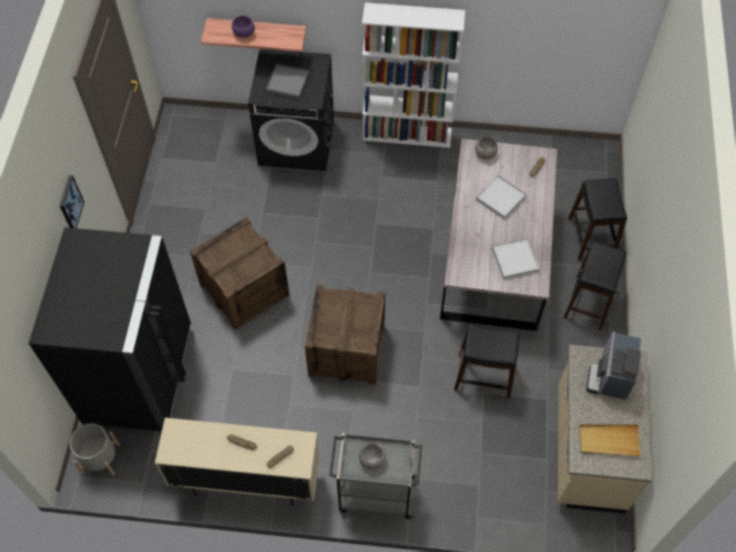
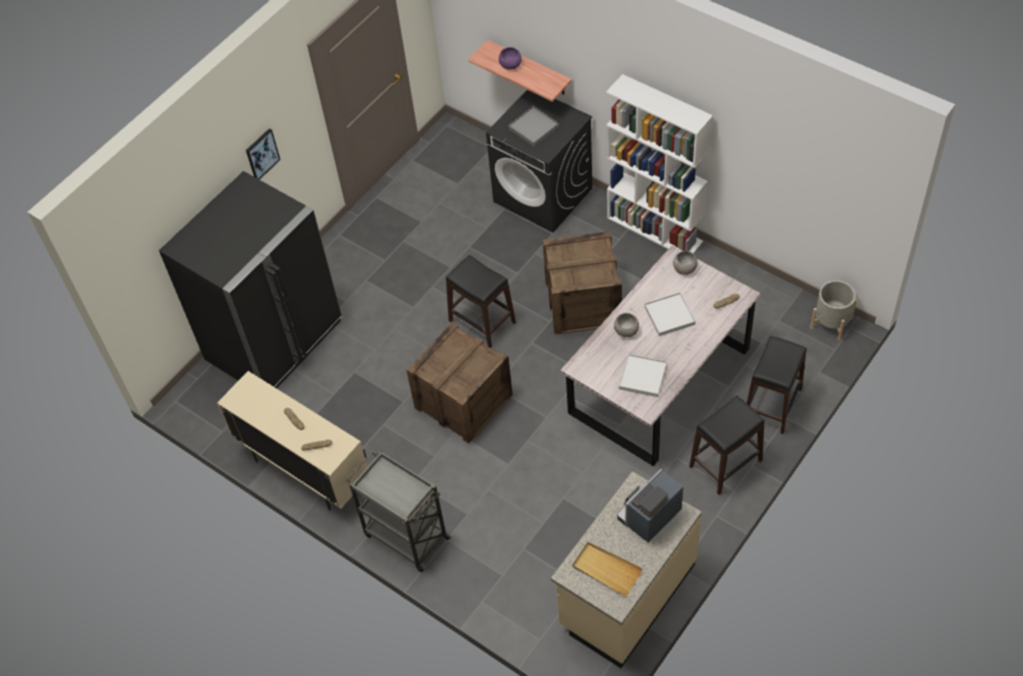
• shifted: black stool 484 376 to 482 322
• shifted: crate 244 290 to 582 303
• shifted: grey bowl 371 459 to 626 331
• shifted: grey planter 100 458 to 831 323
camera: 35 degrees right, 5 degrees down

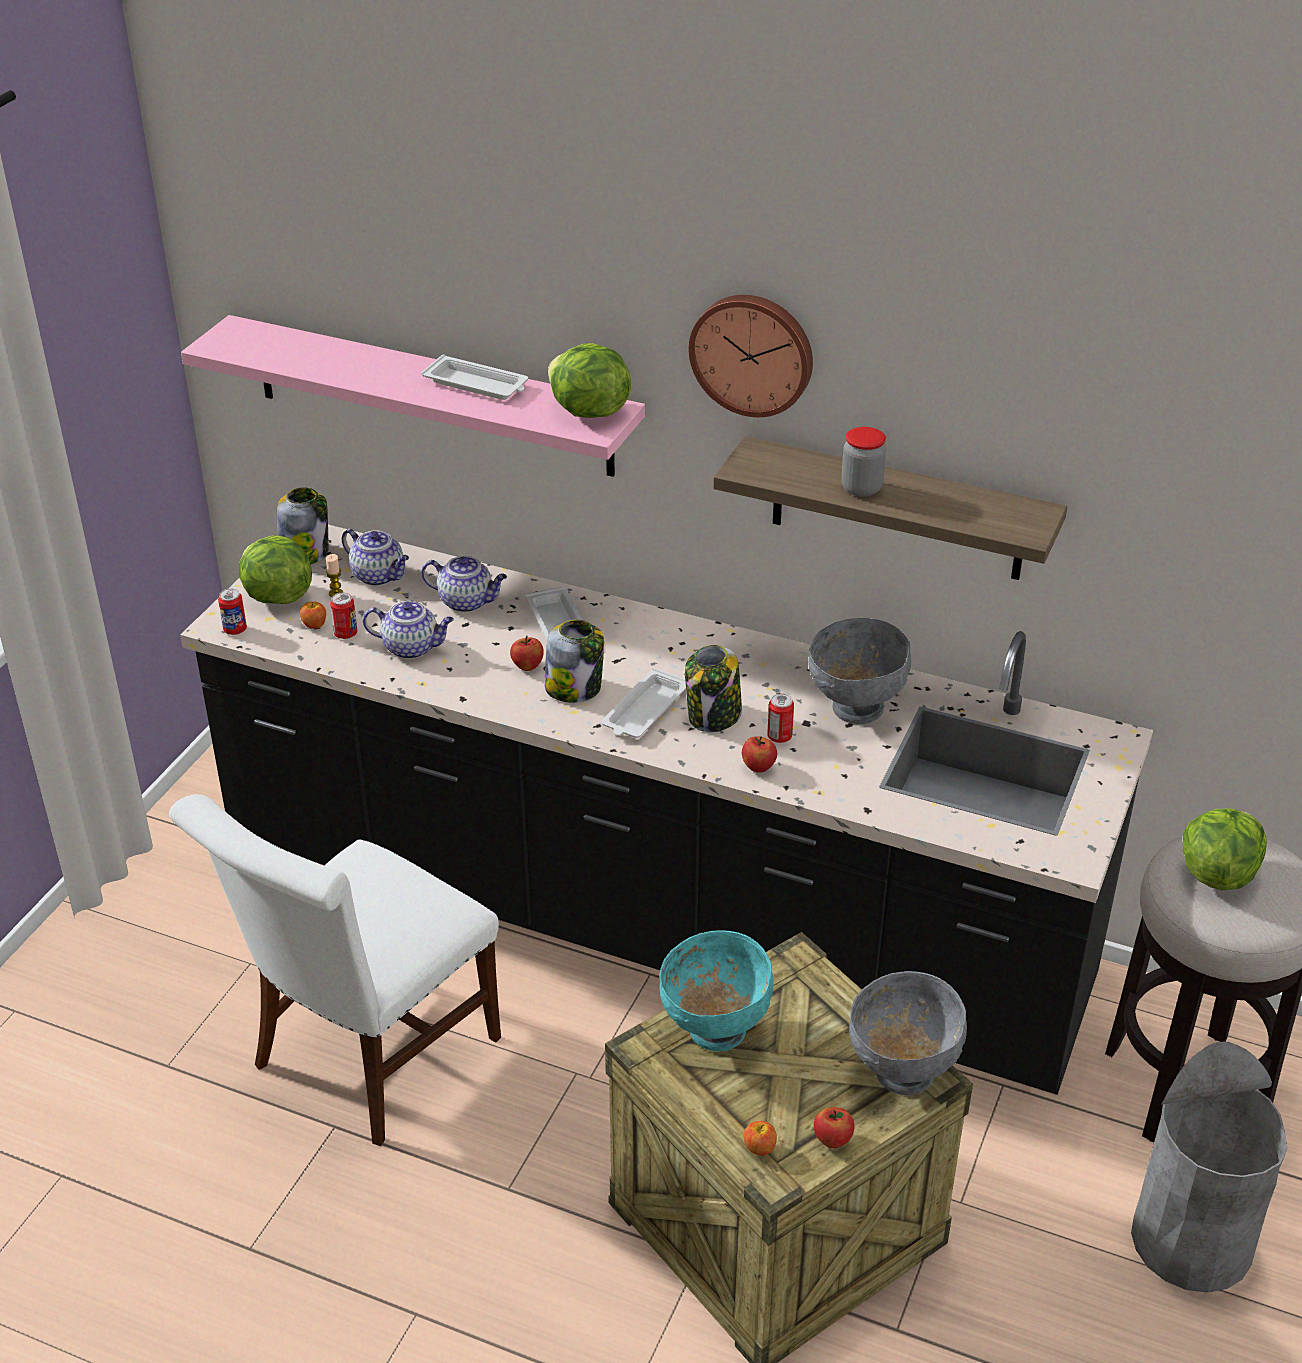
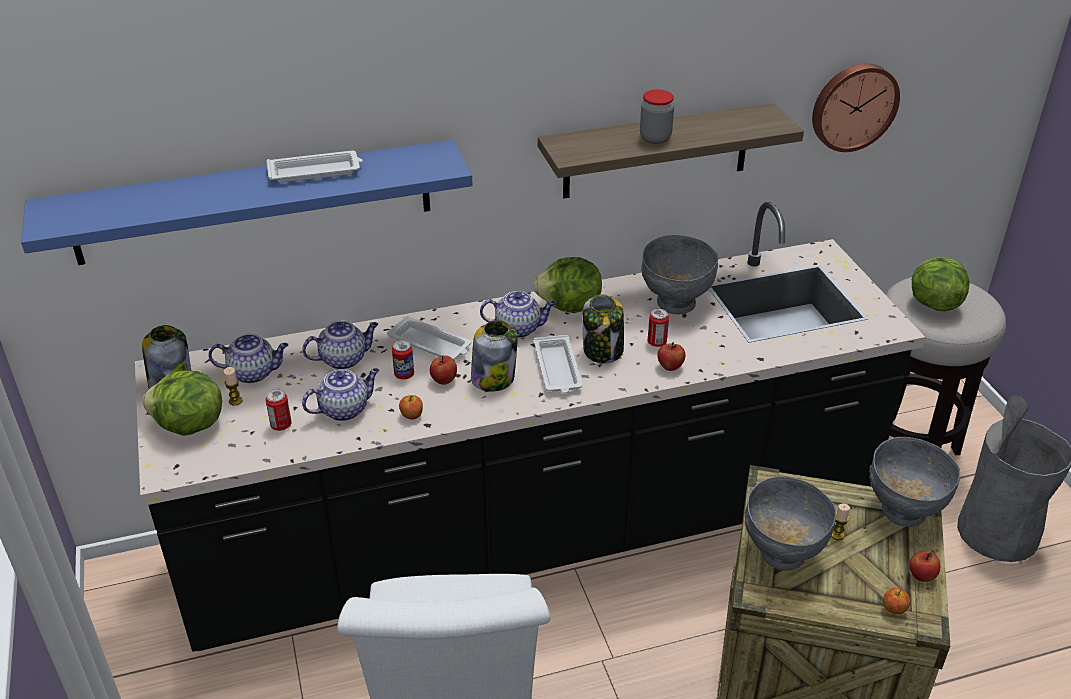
• repainted: pink shelf 432 396 to blue shelf 254 202
• shifted: can 235 630 to 404 375
• shifted: apple 314 624 to 411 415
• new: teapot 519 328
• shifted: lettuce 588 412 to 569 307
• repainted: turquoise bowl 715 1030 to grey bowl 781 554
• shifted: wall clock 753 353 to 853 106
• new: candle 837 535
camera: 40 degrees left, 0 degrees up

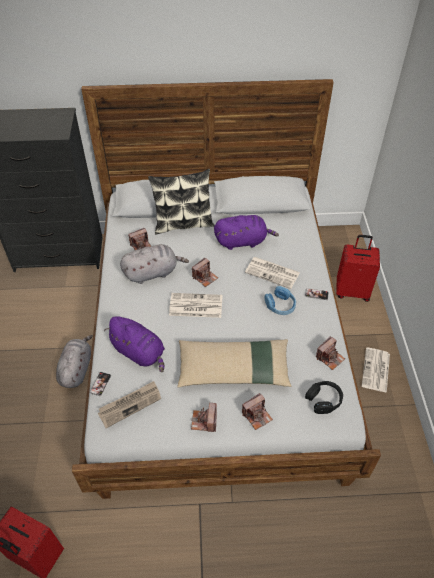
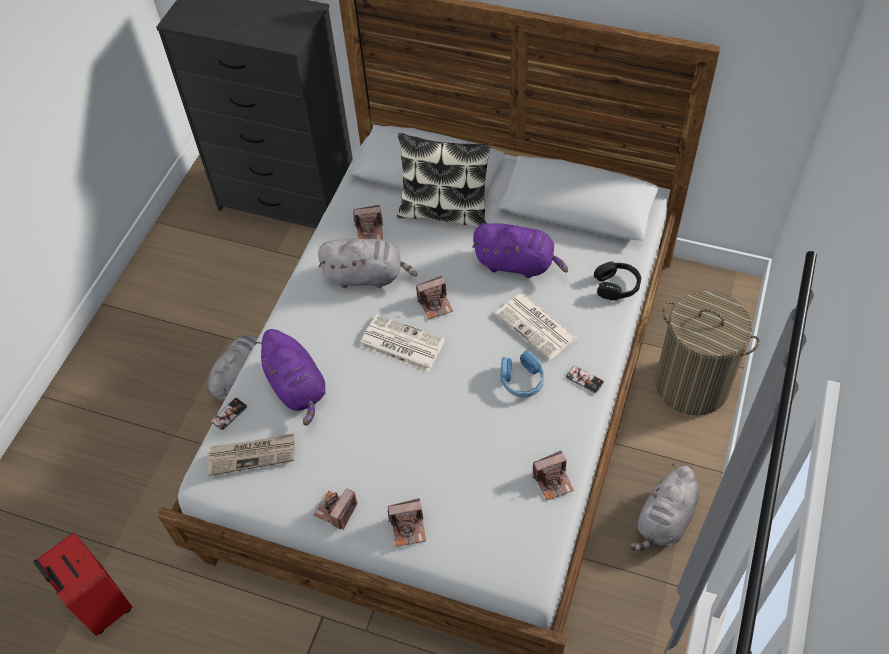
• shifted: black headphones 324 400 to 617 286
• swapped: newspaper 376 370 to grey plush toy 664 521
• swapped: red suitcase 352 291 to laundry basket 692 384
• gone: beige pillow 234 369
camera: 25 degrees right, 5 degrees up

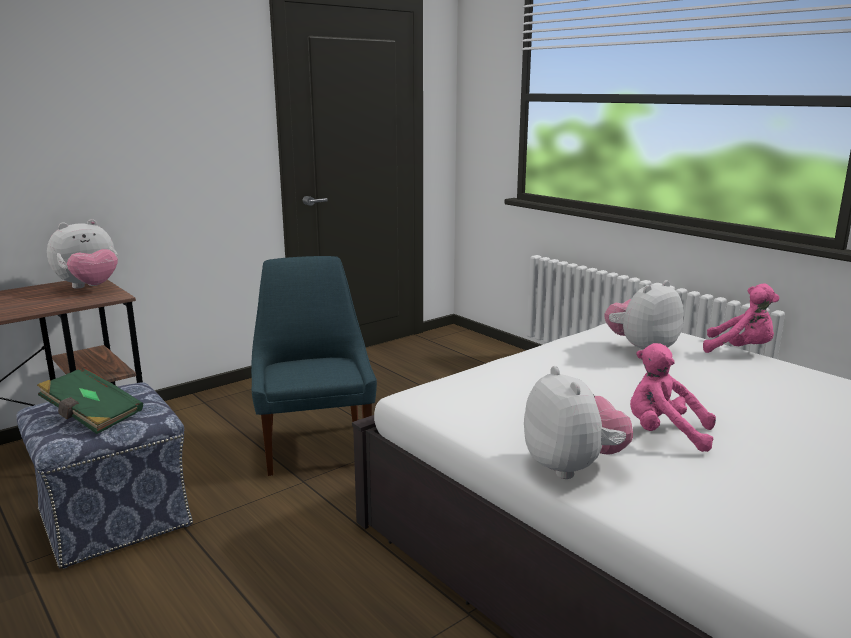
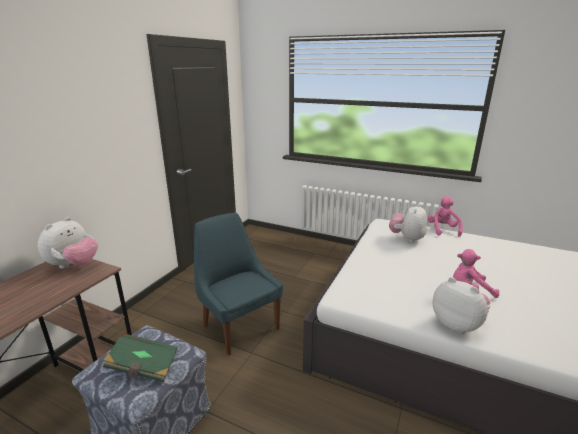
• rotated: pink plush toy 740 350 = 442 230 90 degrees counterclockwise
camera: 25 degrees left, 5 degrees up

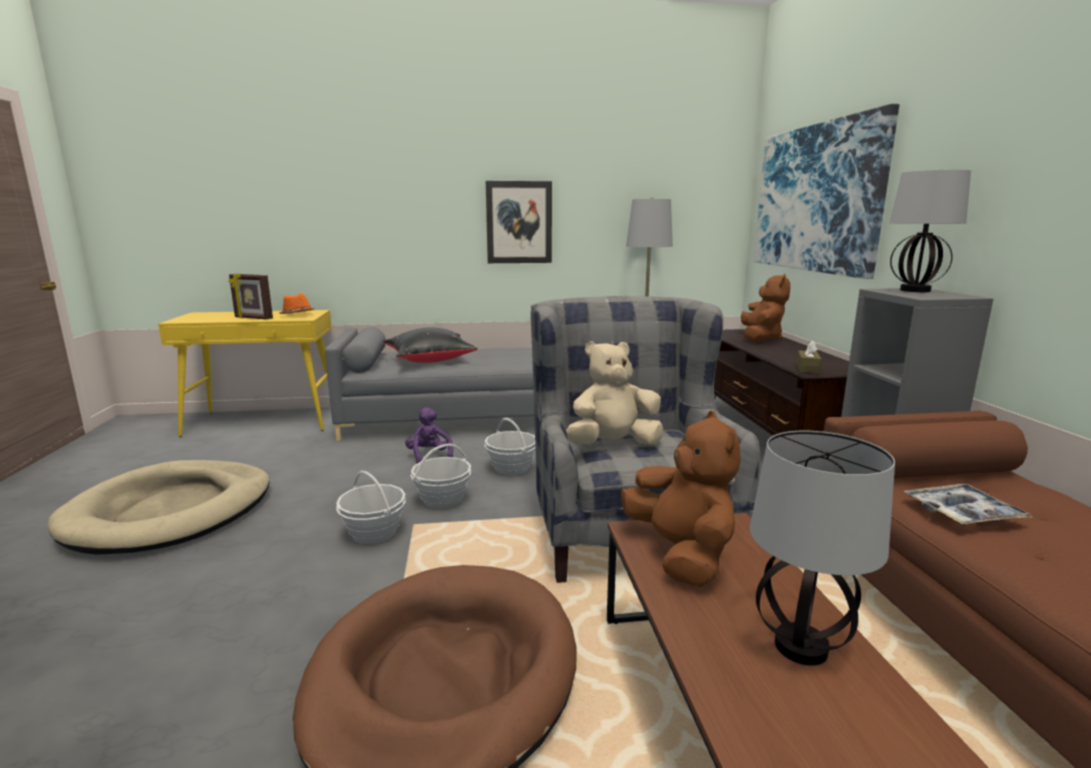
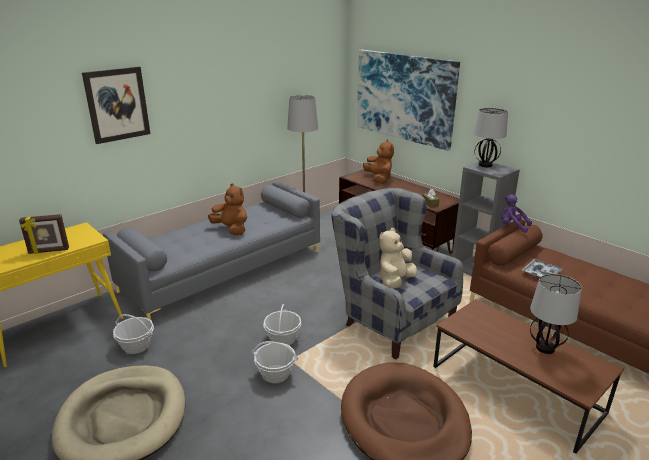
• shifted: picture 519 222 to 117 104
• shifted: basket 511 468 to 136 346
• shifted: brown plush toy 681 554 to 231 229
• shifted: purple plush toy 429 456 to 512 226
• gone: orange hat 297 315
• gone: black pillow 430 361
camera: 35 degrees left, 10 degrees up

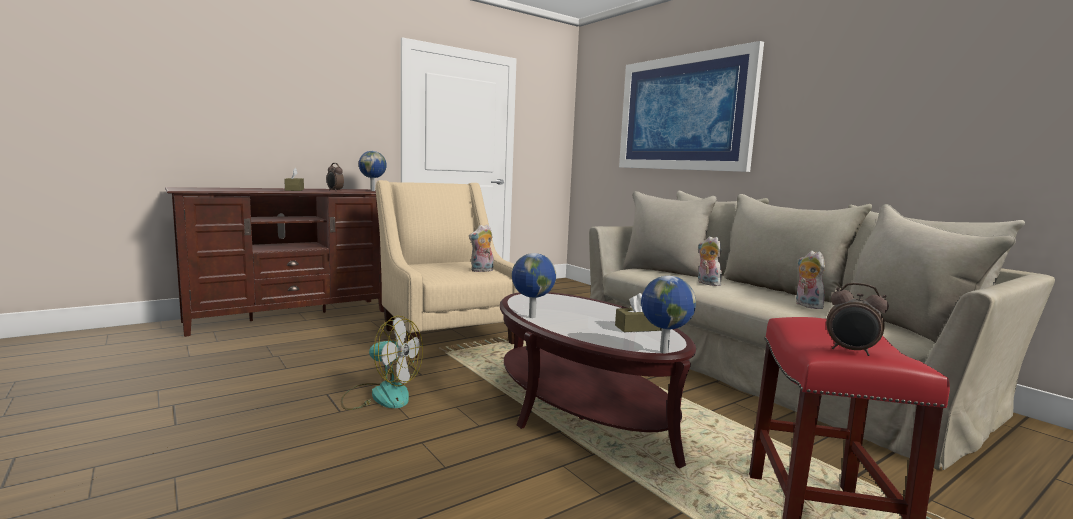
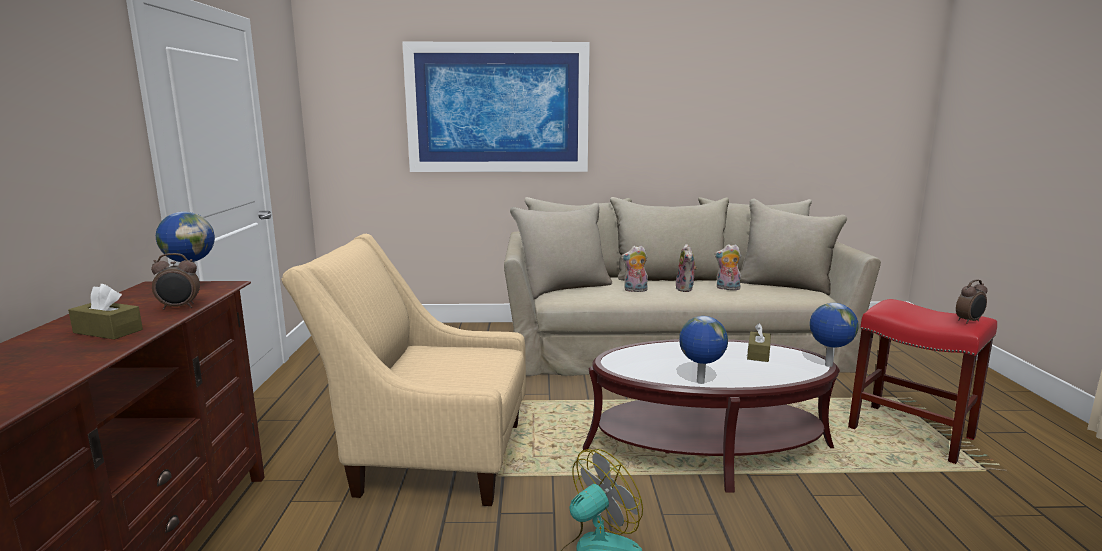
• shifted: plush toy 482 271 to 686 289
camera: 55 degrees left, 5 degrees up

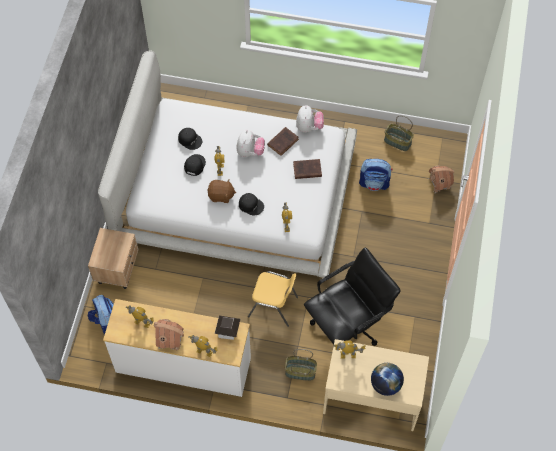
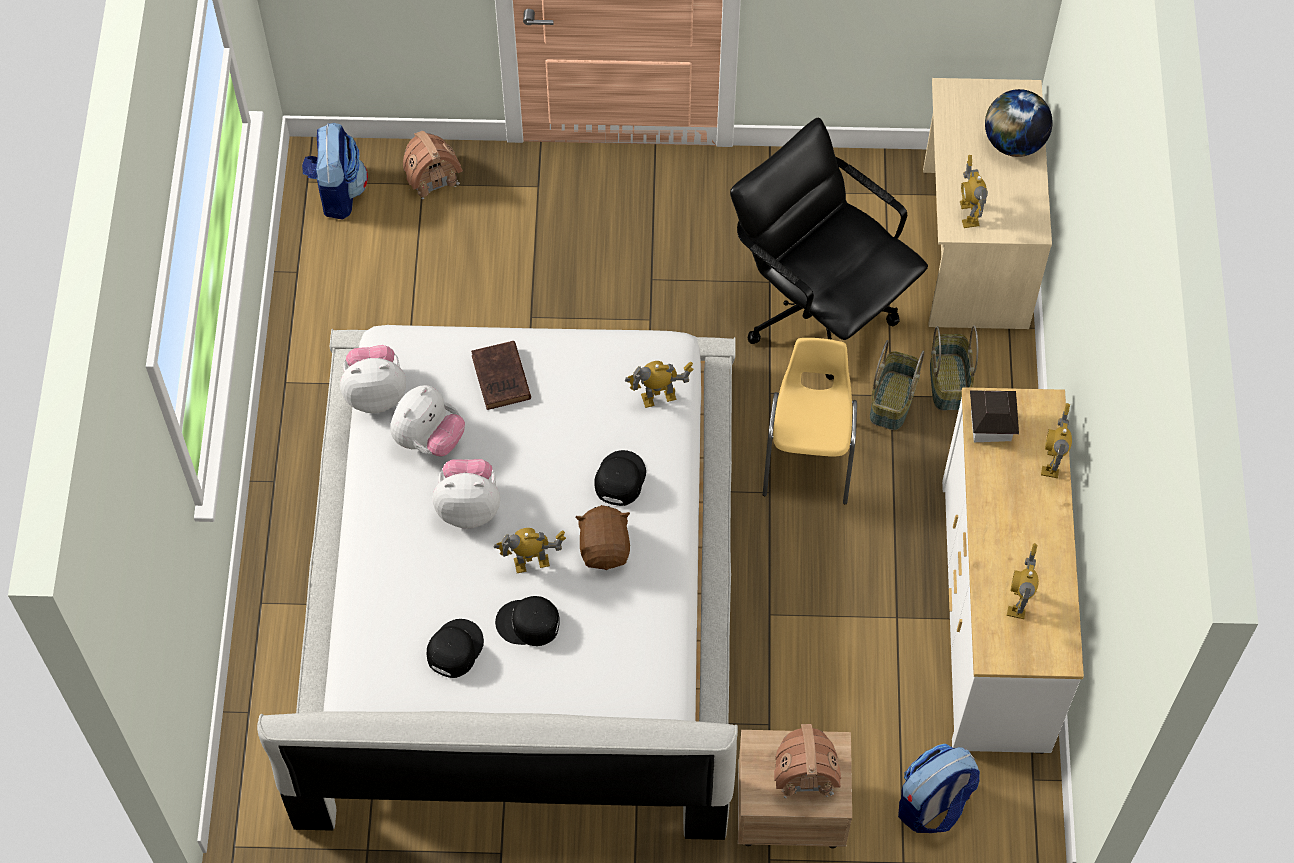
• shifted: backpack 374 183 to 337 192
• swapped: brown book 283 142 to plush toy 428 439
• shifted: toy house 170 339 to 805 773
• shifted: basket 397 142 to 893 401
camera: 100 degrees left, 0 degrees up

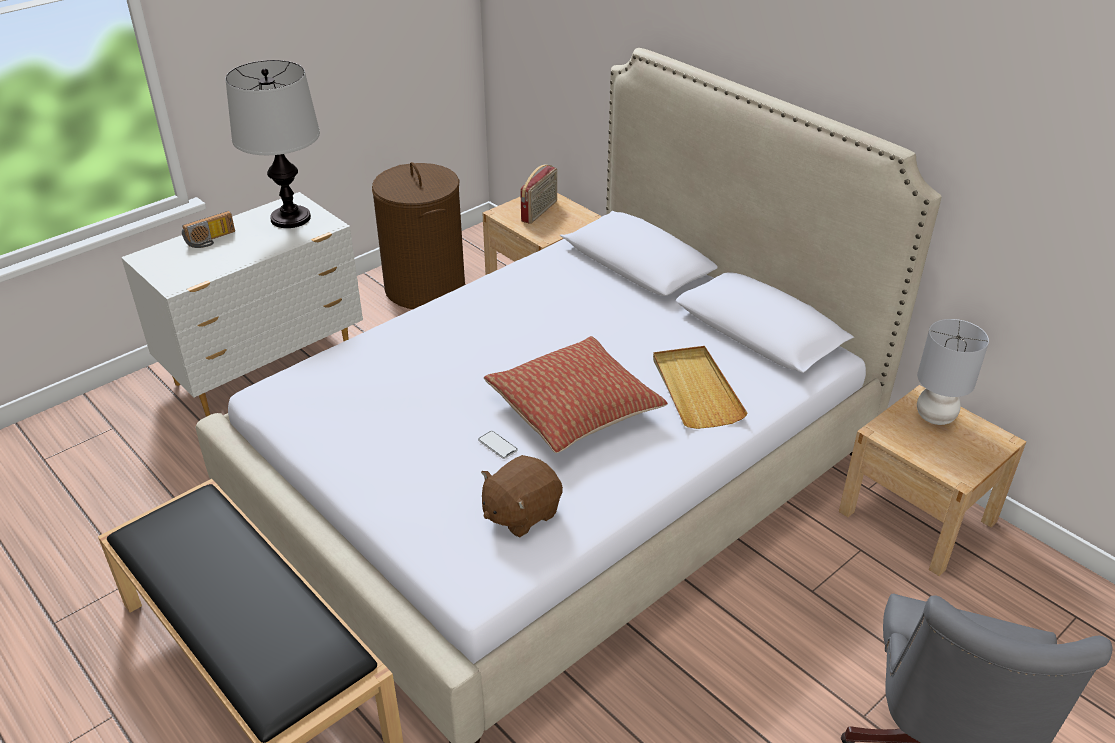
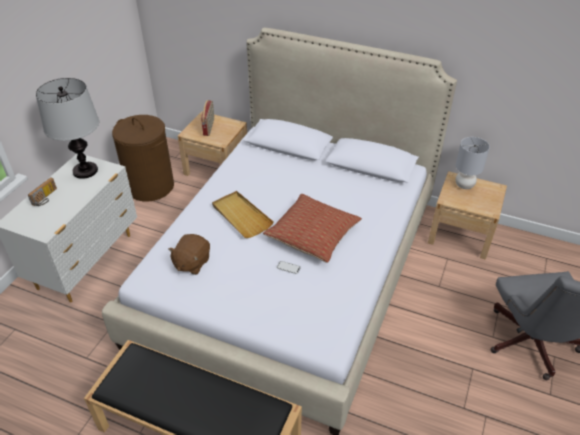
• shifted: brown plush toy 520 513 to 191 263
• shifted: beige tray 695 390 to 241 216
camera: 25 degrees left, 5 degrees up

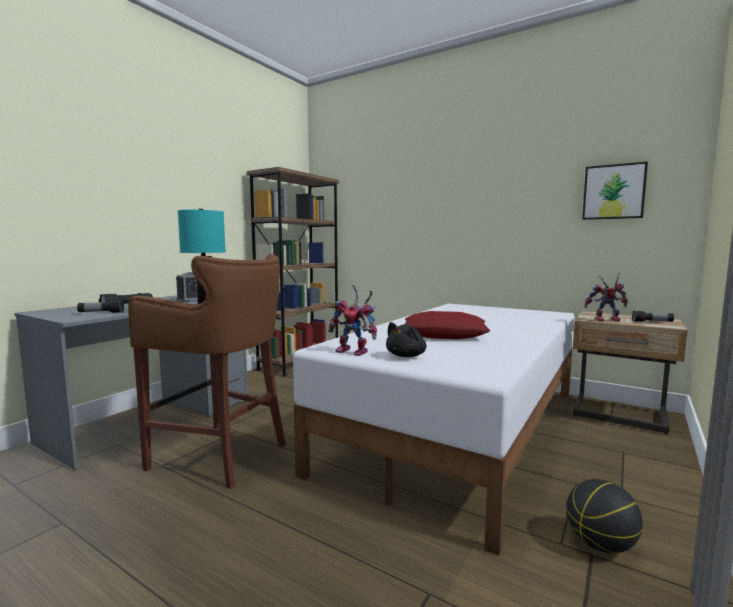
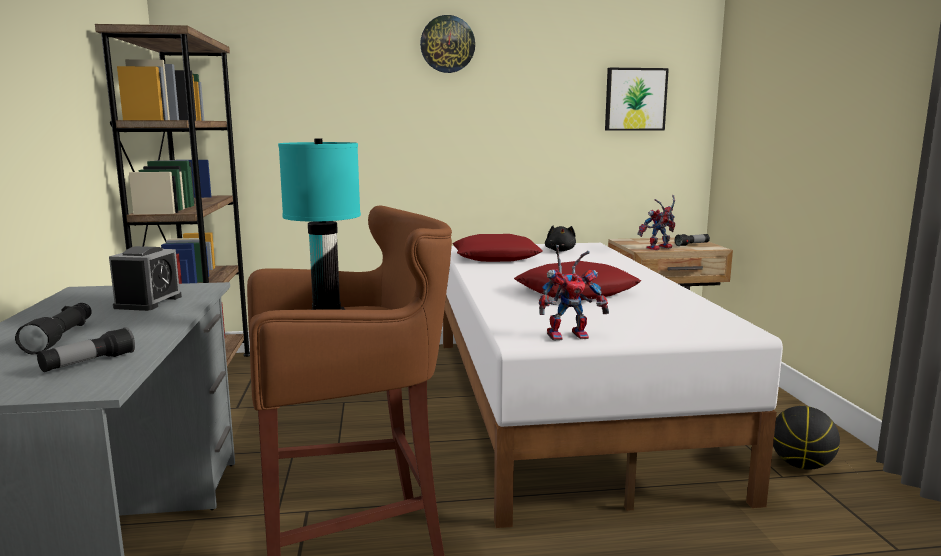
• new: wall clock 447 44
• new: red pillow 496 257
• shifted: black plush toy 407 356 to 560 250
camera: 40 degrees left, 5 degrees up

